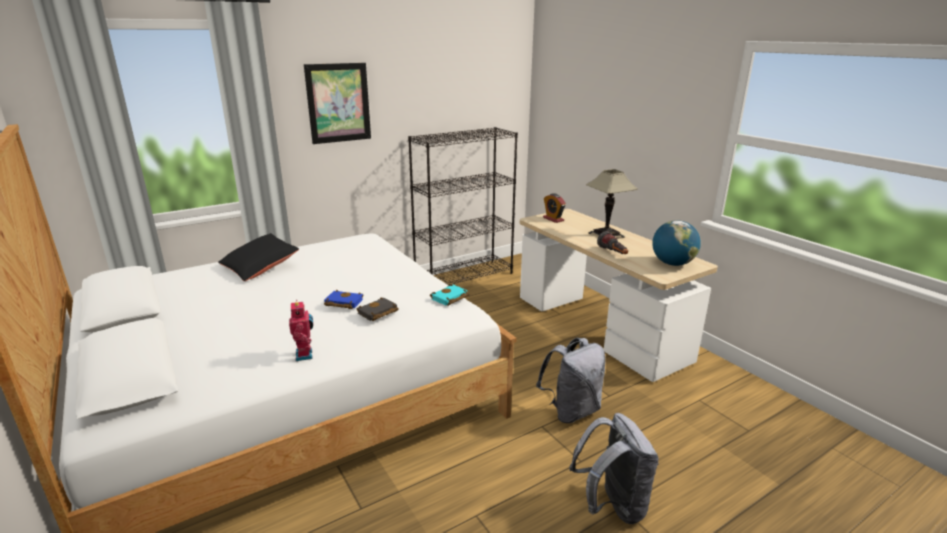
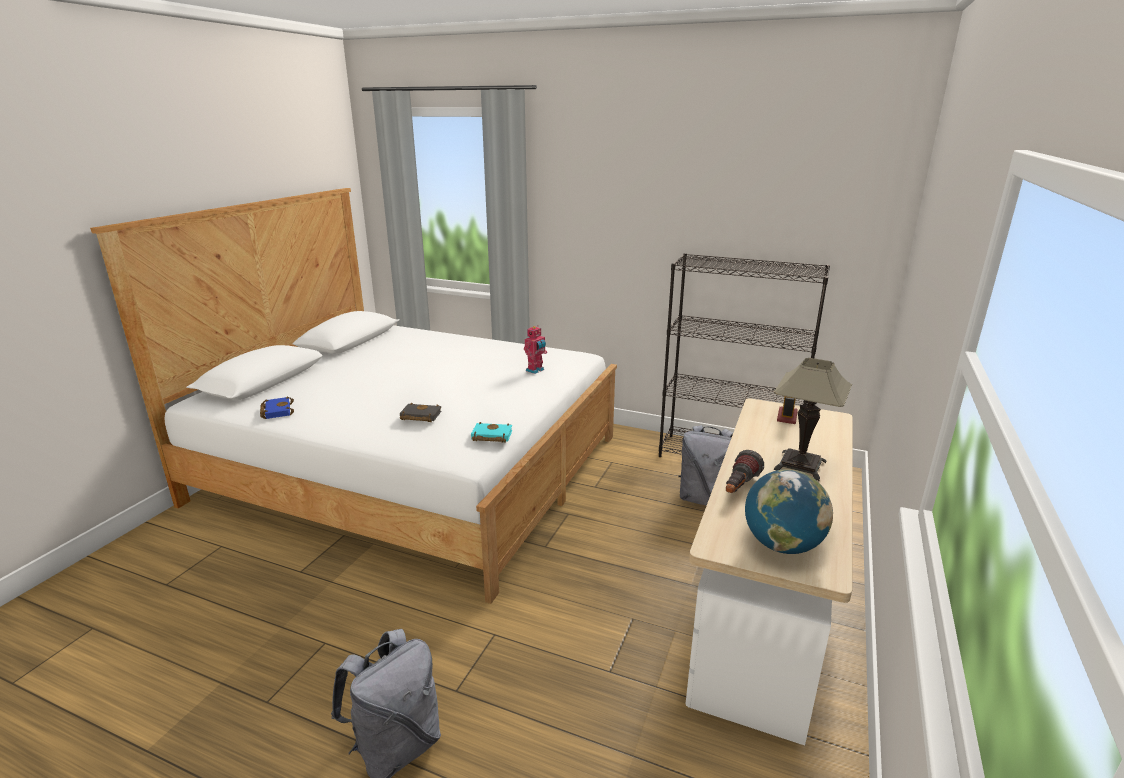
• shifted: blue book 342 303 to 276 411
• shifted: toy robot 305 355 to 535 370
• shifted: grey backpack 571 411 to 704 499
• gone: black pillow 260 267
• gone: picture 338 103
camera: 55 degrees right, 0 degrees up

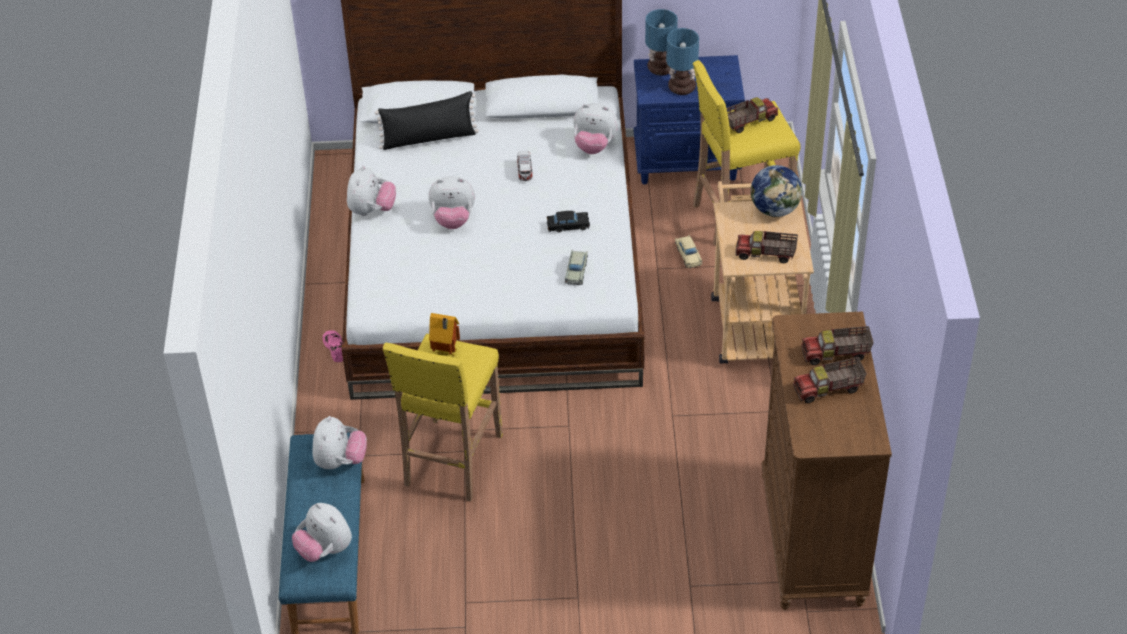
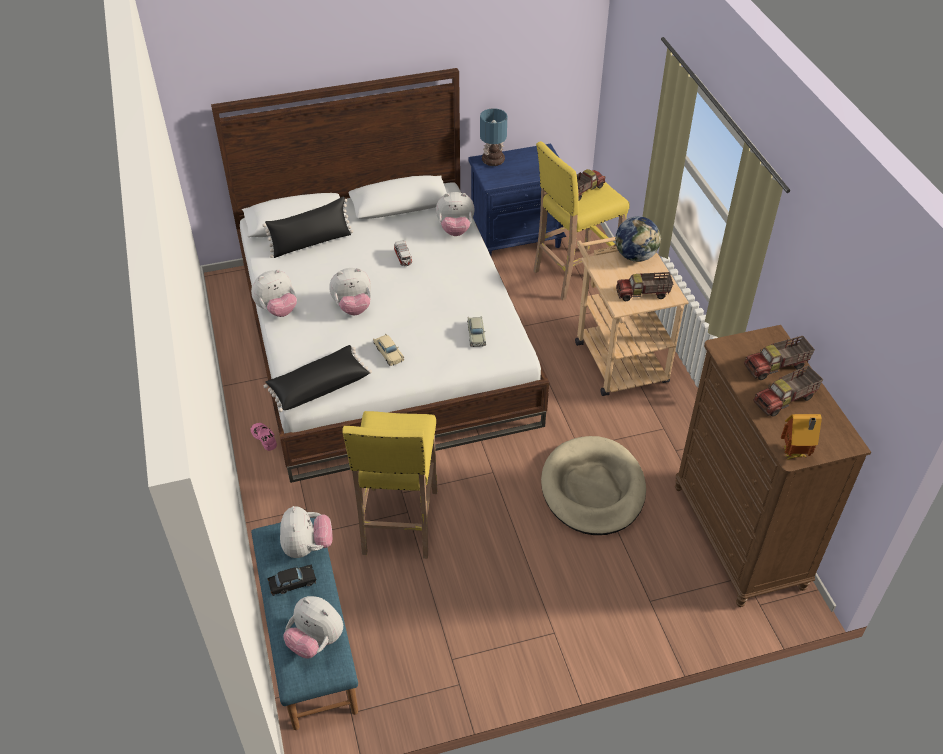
• rotated: plush toy 371 210 = 277 310 60 degrees clockwise
• new: black pillow 318 386
• shifted: black toy car 568 226 to 292 583
• shifted: beige toy car 688 255 to 388 353
• new: beige dog bed 592 489
• shifted: toy house 446 353 to 794 455
• gone: table lamp 680 88
camera: 15 degrees left, 0 degrees up

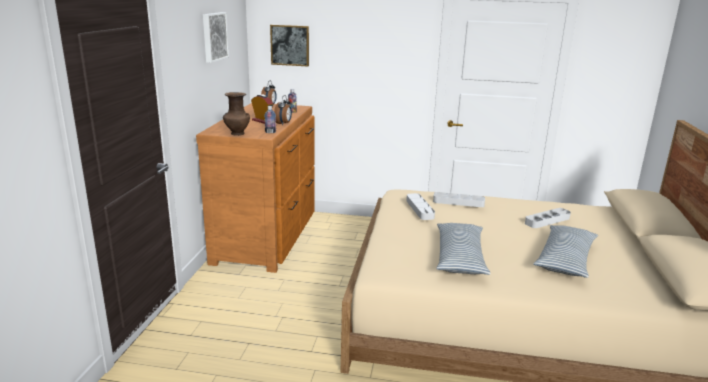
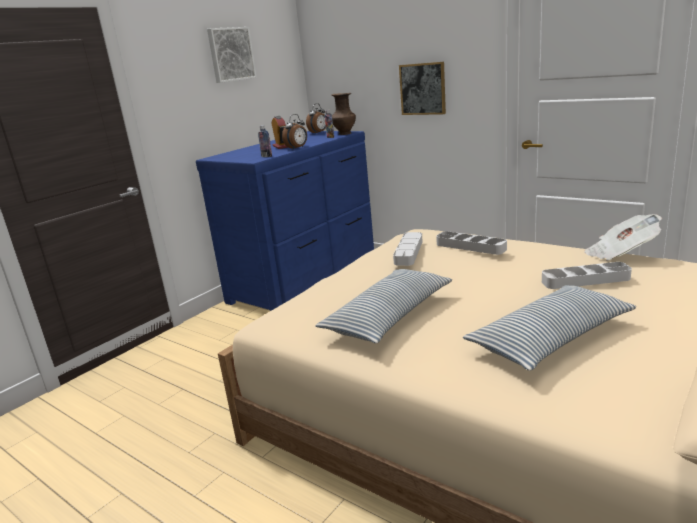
• repainted: brown dresser 267 237 to blue dresser 306 281
• shifted: brown vase 236 134 to 344 134
• shifted: picture 290 45 to 423 89
• new: newspaper 620 254
camera: 30 degrees right, 0 degrees up

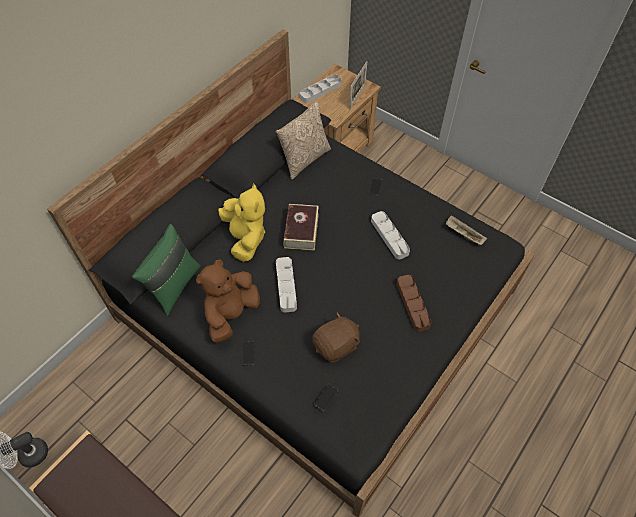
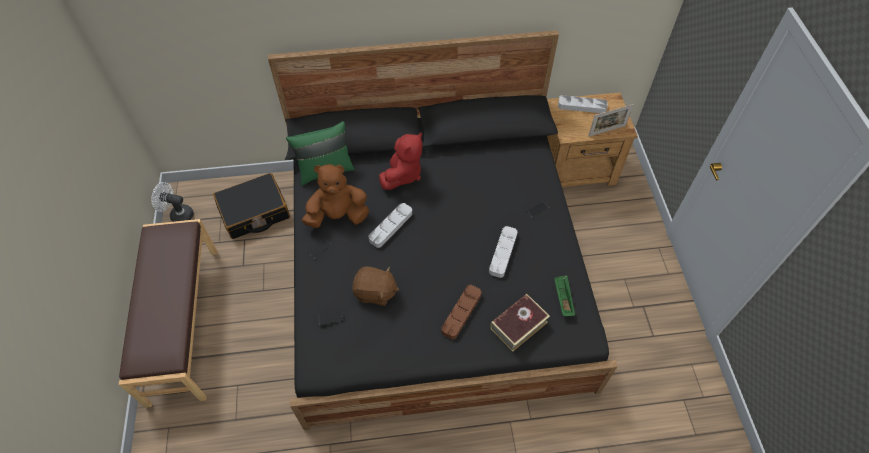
• new: black suitcase 254 212
• repainted: yellow plush toy 245 238 to red plush toy 402 174
• shifted: book 301 231 to 518 325
• repainted: beige tray 463 235 to green tray 563 298
• gone: pillow 304 159
camera: 45 degrees right, 0 degrees up

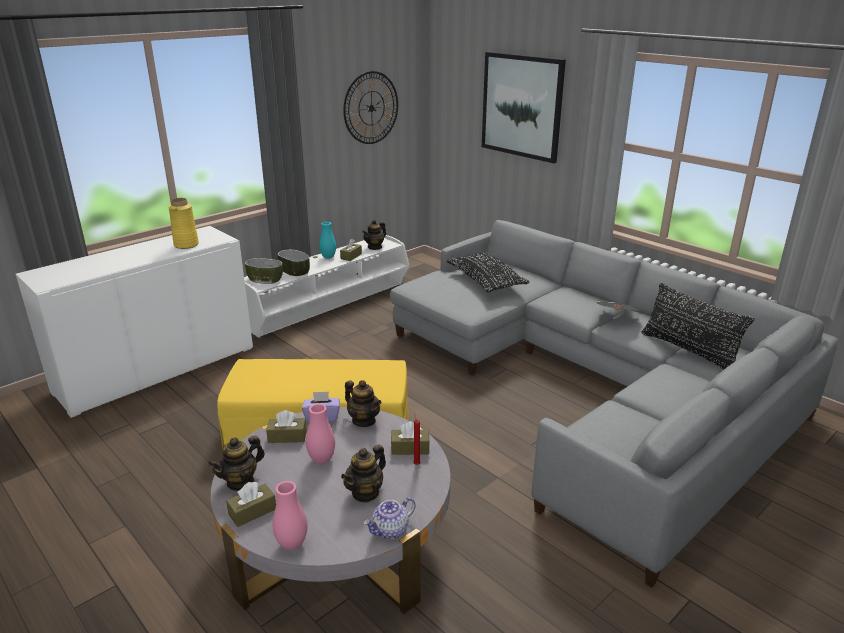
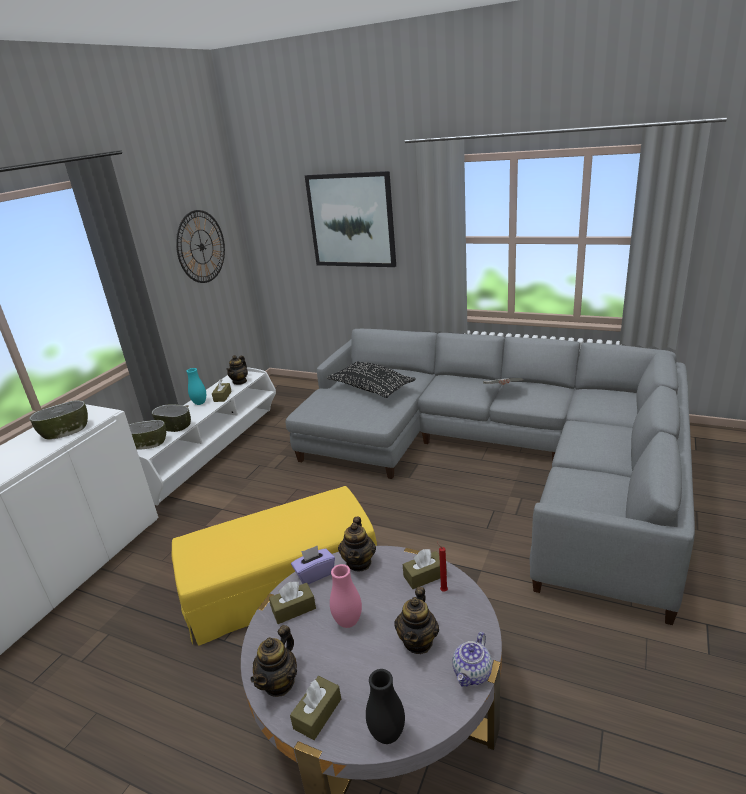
• swapped: yellow vase 186 245 to bowl 65 431
• rotated: teapot 364 420 = 359 562 75 degrees clockwise
• repainted: pink vase 292 544 to black vase 387 734
• gone: black pillow 689 350
camera: 20 degrees left, 0 degrees up

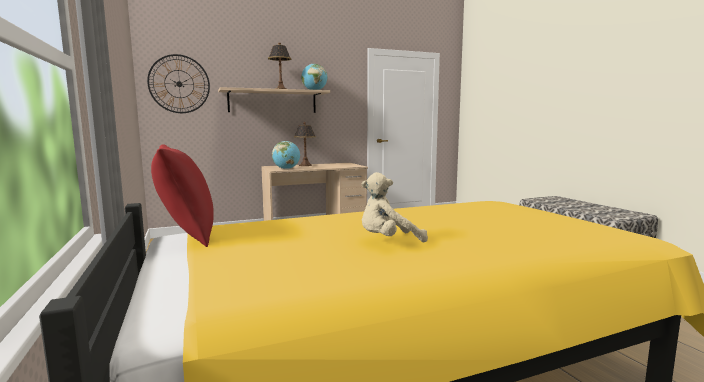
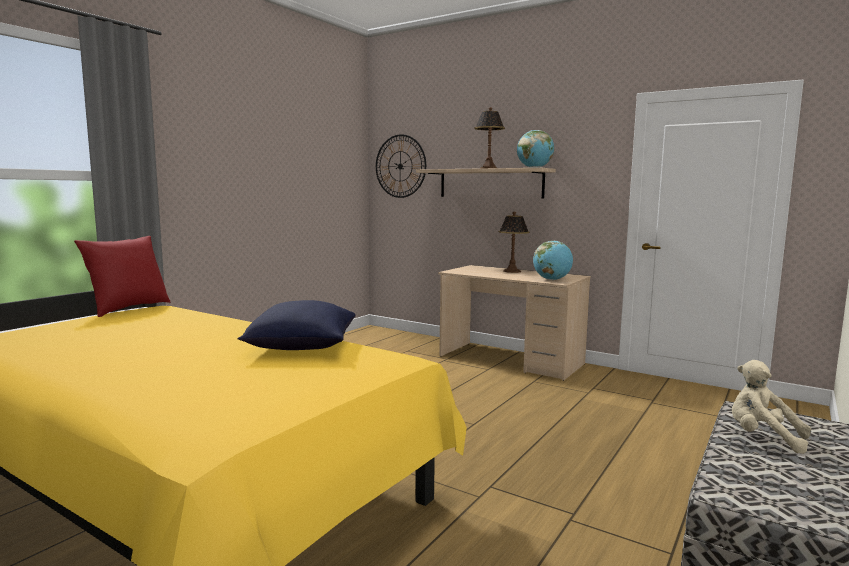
• new: blue pillow 301 346
• shifted: globe 286 169 to 552 280
• shifted: beige plush toy 388 241 to 763 438
camera: 55 degrees right, 0 degrees up

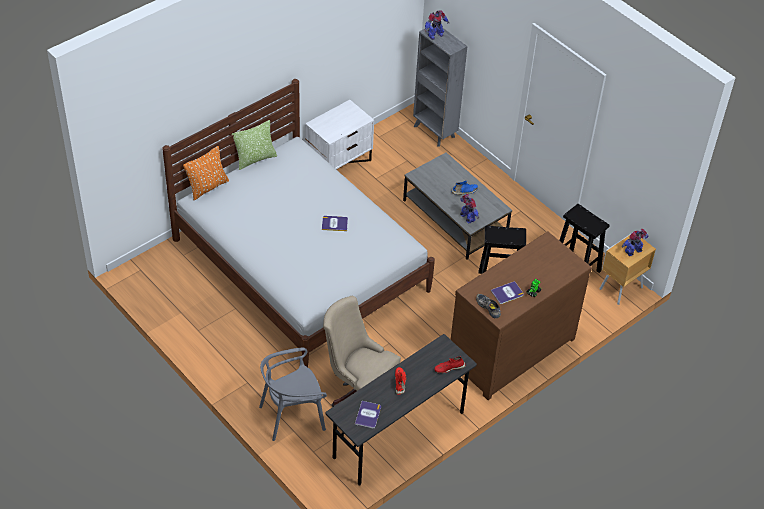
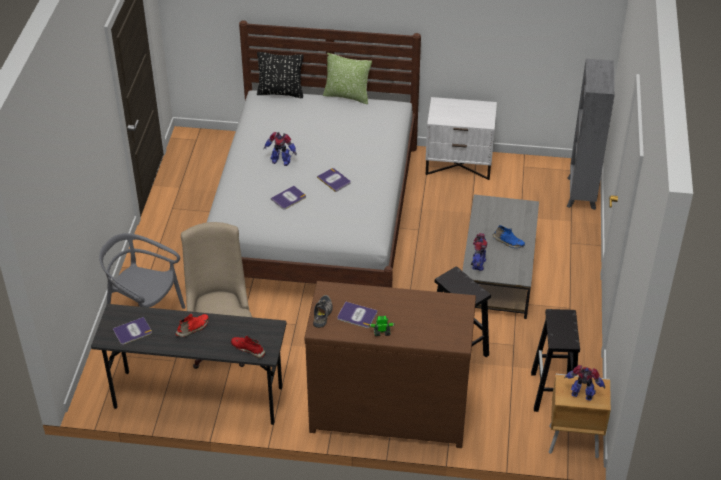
• repainted: orange pillow 207 187 to black pillow 281 93
• shifted: toy robot 435 35 to 281 161
• new: book 288 198
camera: 50 degrees right, 5 degrees down

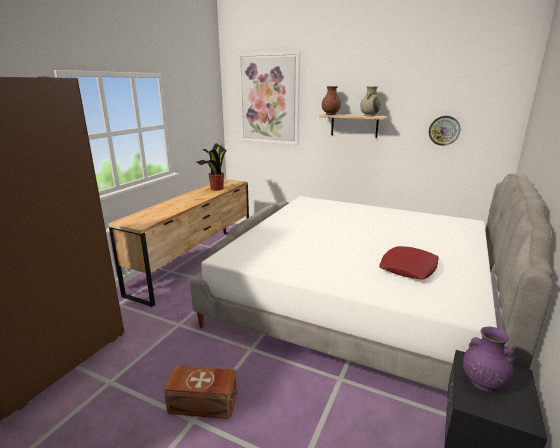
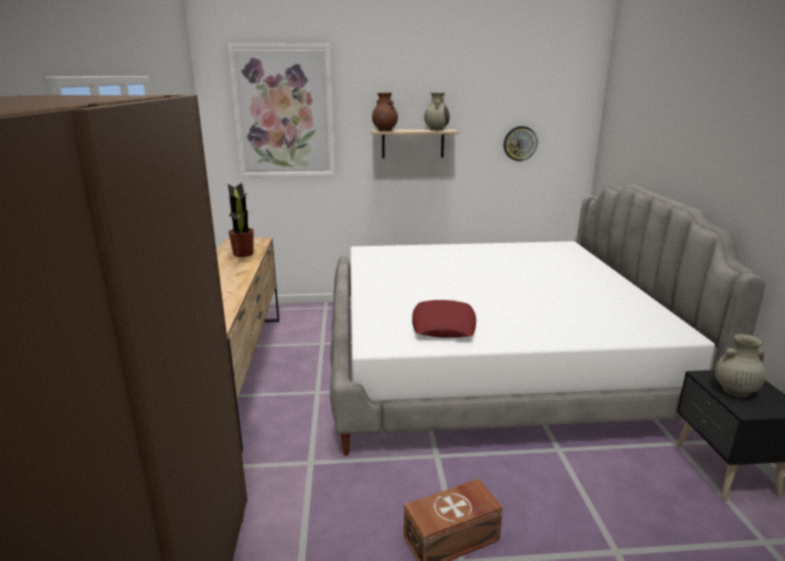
• shifted: red pillow 408 268 to 444 326
• repainted: purple vase 482 382 to beige vase 734 391
camera: 30 degrees left, 0 degrees up

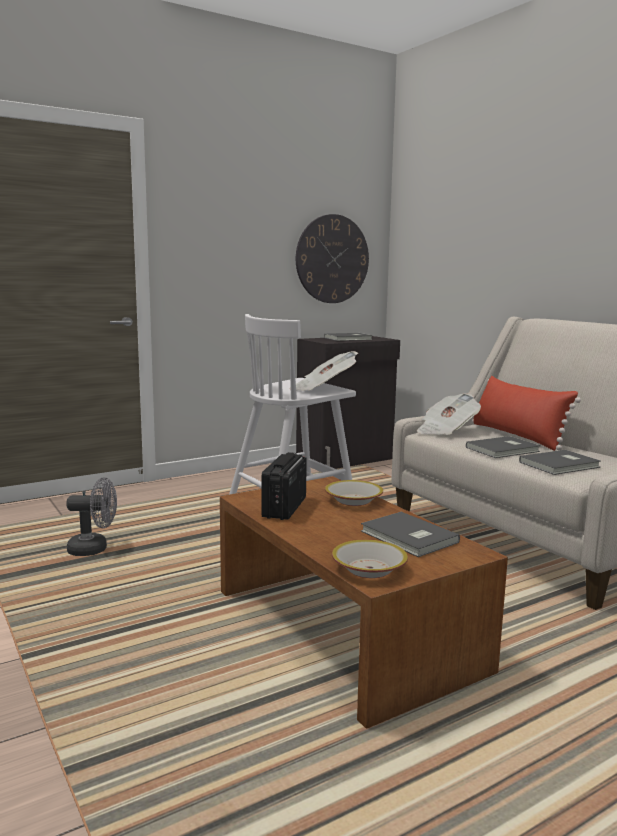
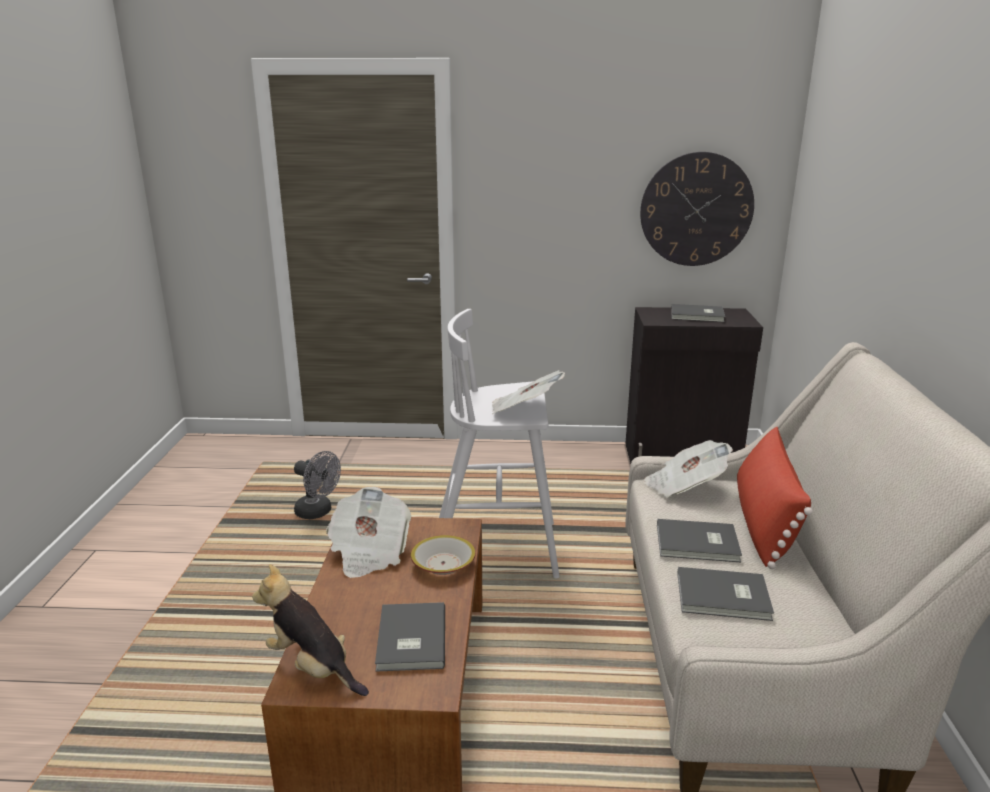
• swapped: bowl 369 569 to plush toy 313 667
• swapped: radio 284 508 to newspaper 369 552
camera: 35 degrees right, 10 degrees up

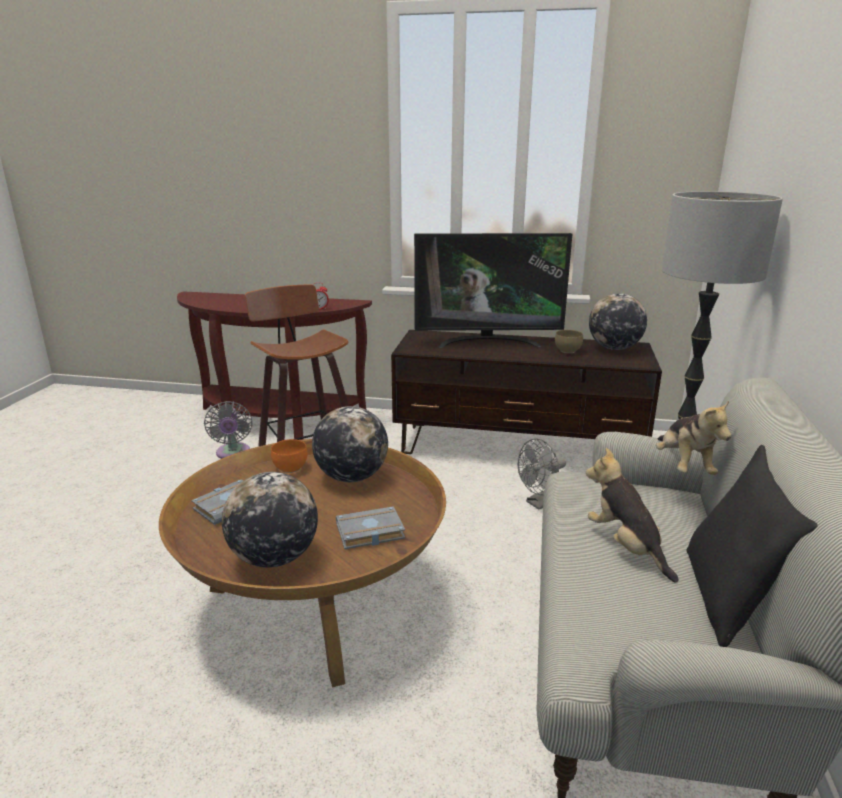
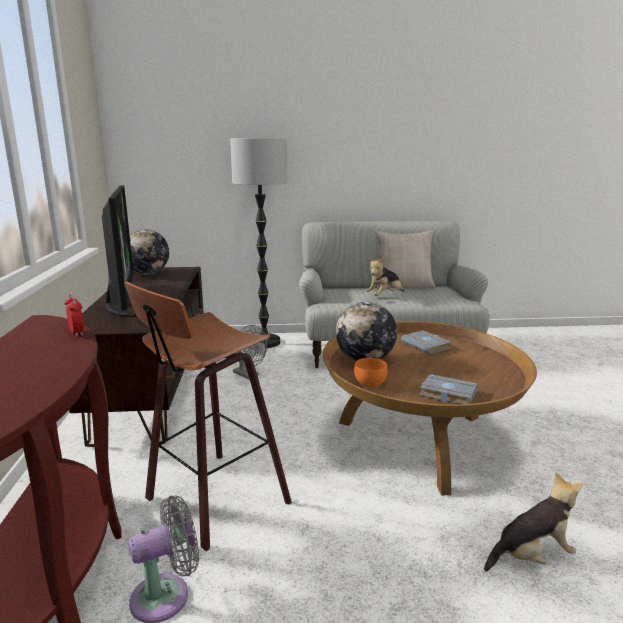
• repainted: black pillow 728 598 to beige pillow 404 286
• shifted: plush toy 683 465 to 531 556
• gone: globe 274 558
• gone: brown bowl 567 350
camera: 105 degrees left, 5 degrees down

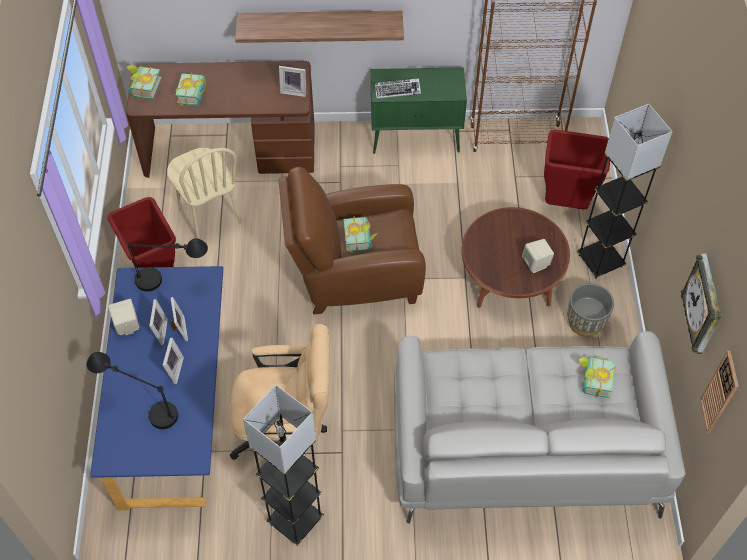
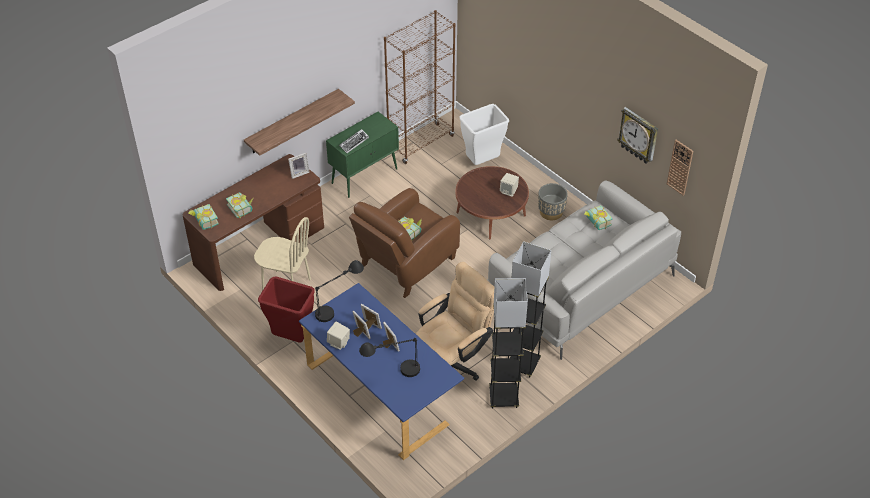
• repainted: red trash can 564 205 to white trash can 482 162
• shifted: black floor lamp 600 261 to 522 364
camera: 40 degrees left, 10 degrees down

